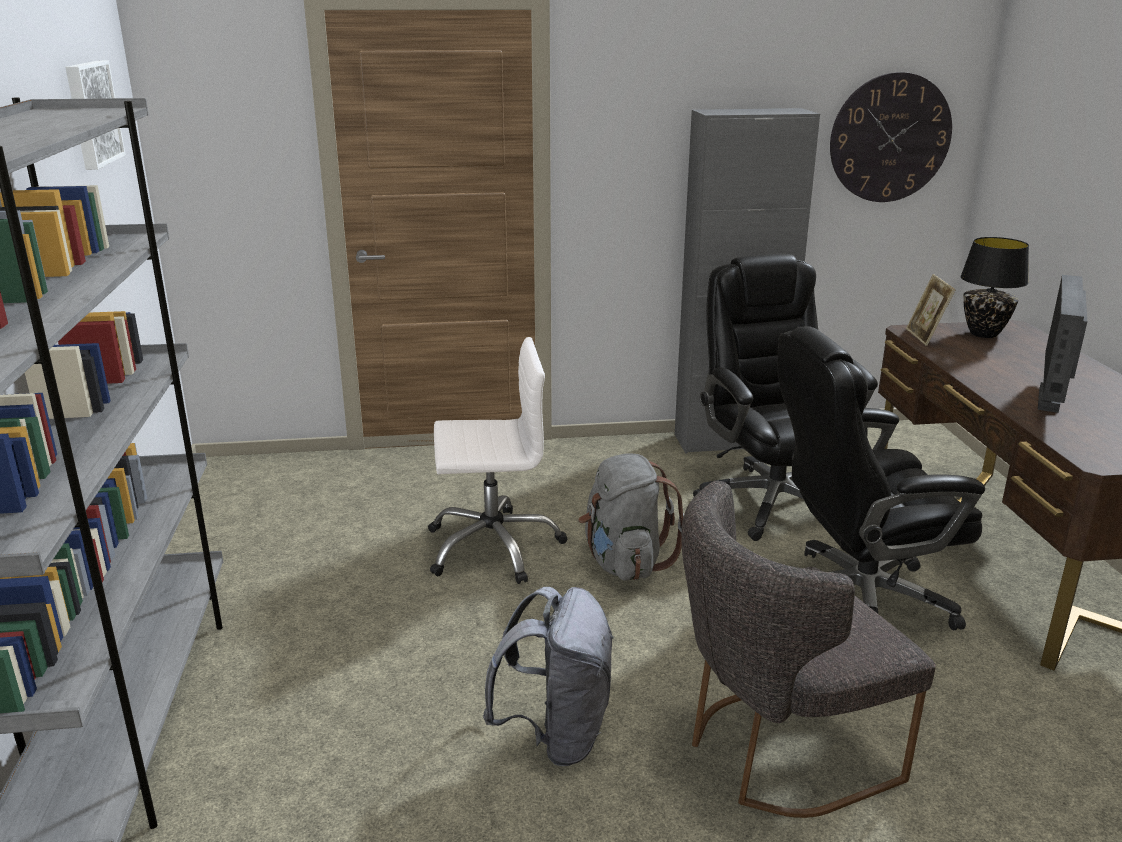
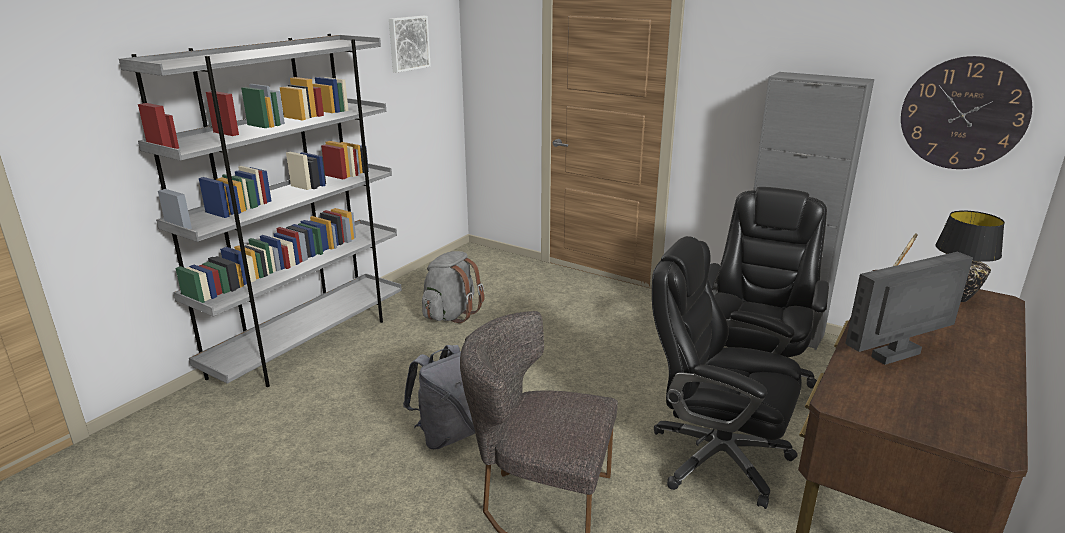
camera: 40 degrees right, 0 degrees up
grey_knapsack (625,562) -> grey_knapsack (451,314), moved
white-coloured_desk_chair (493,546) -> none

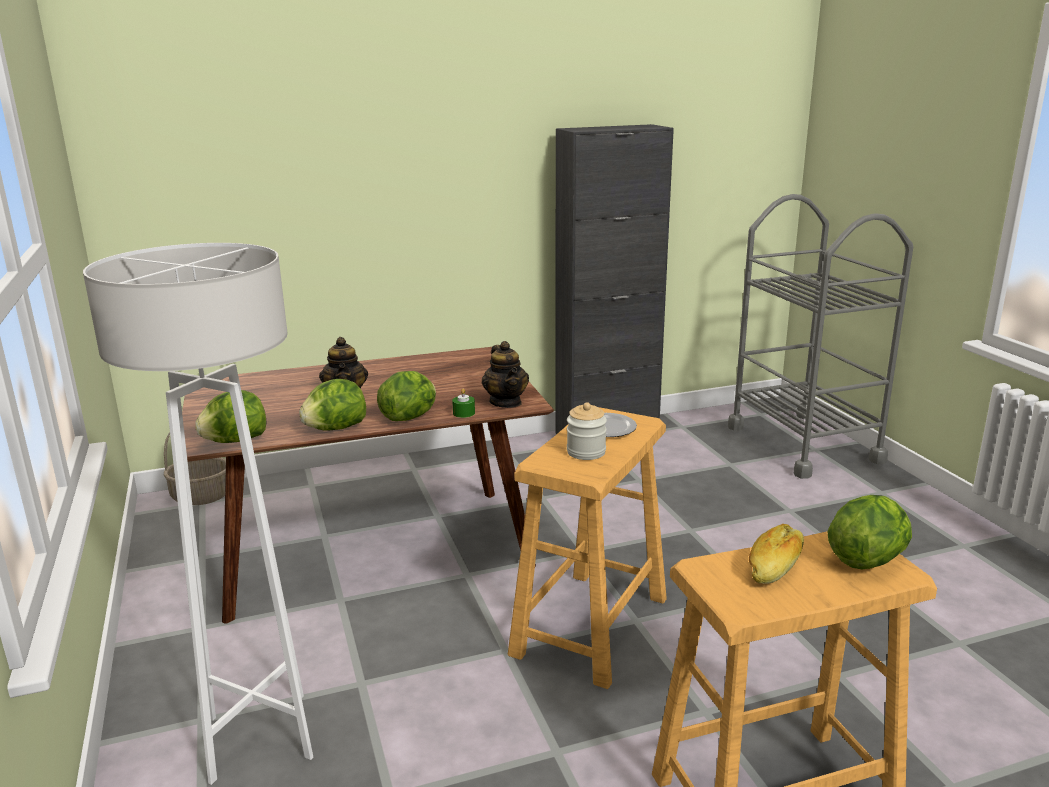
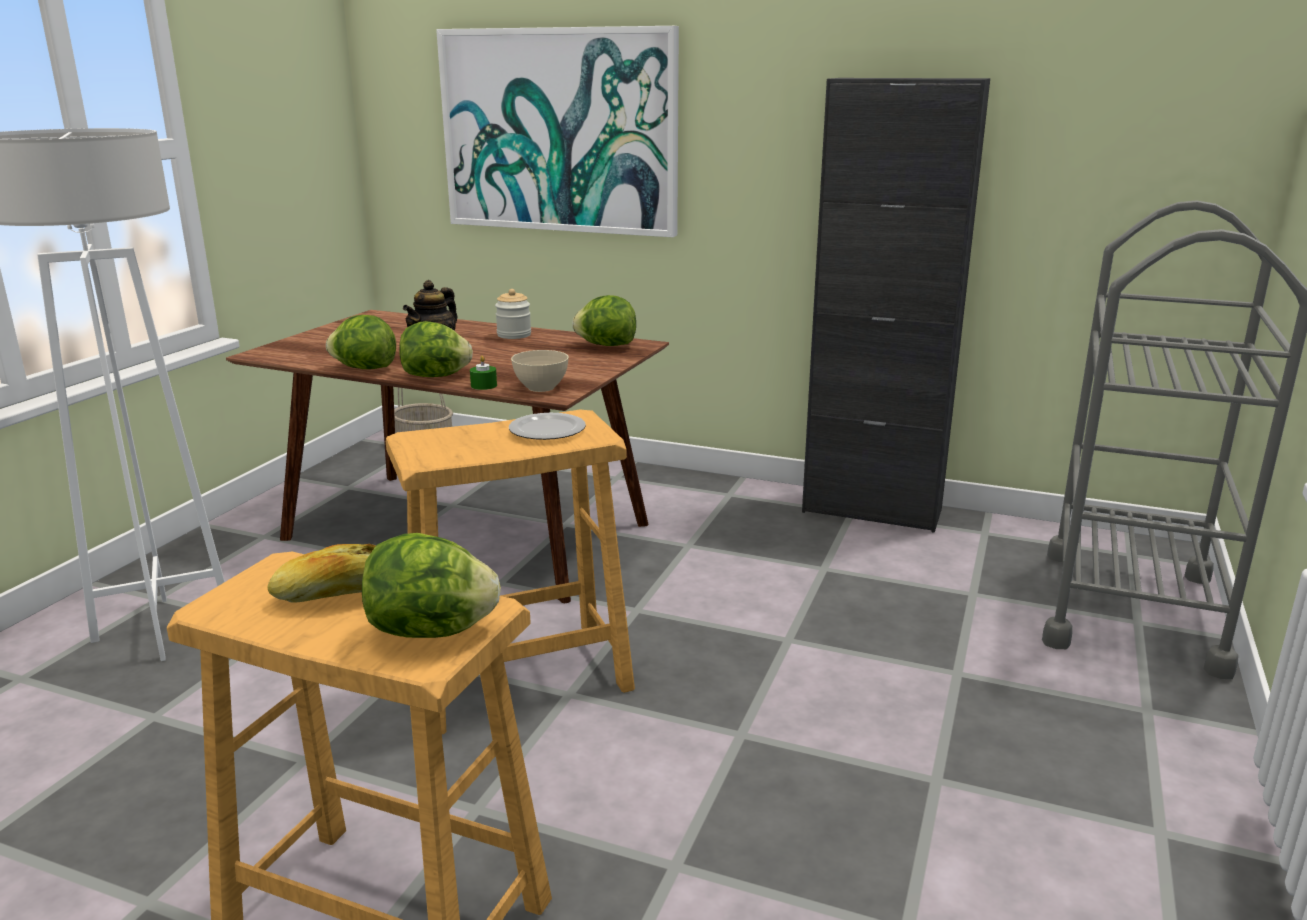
camera: 40 degrees right, 0 degrees up
none -> wall_picture (559,131)
storage_jar (586,452) -> storage_jar (514,335), moved
pot_for_tea (506,402) -> sand-coloured_bowl (541,388)
lettuce (235,441) -> lettuce (606,345), moved

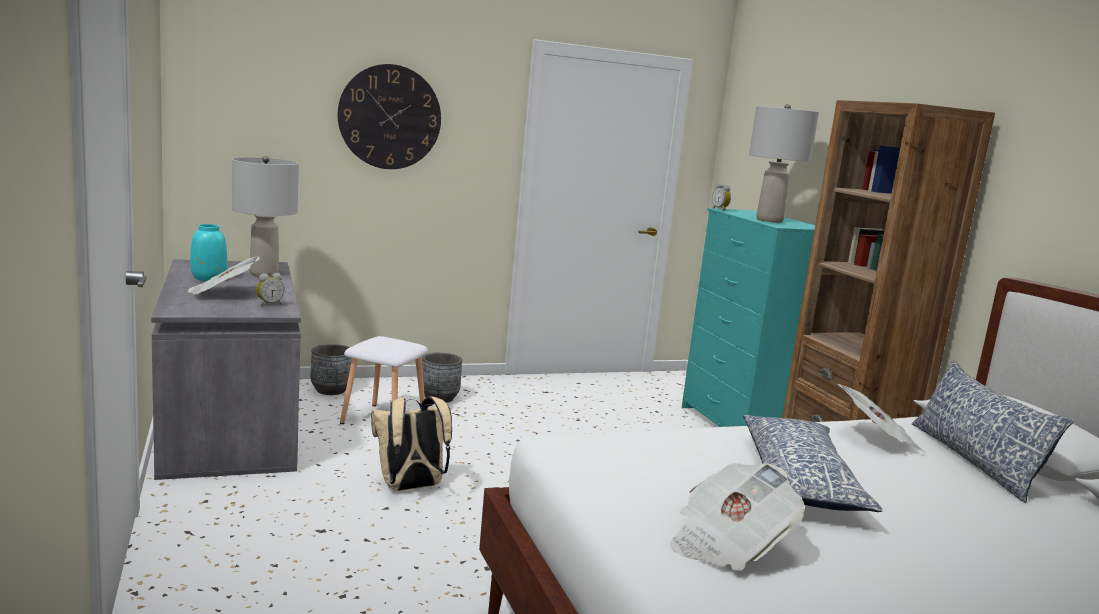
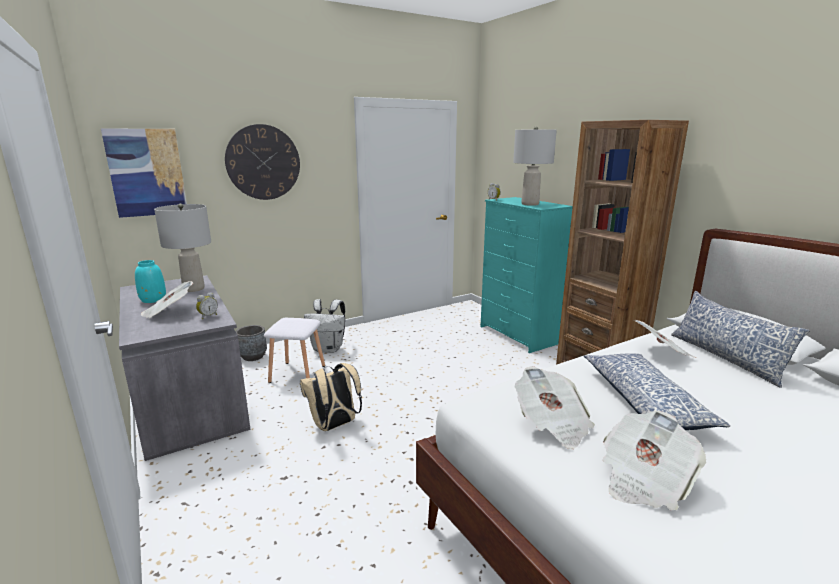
camera: 10 degrees left, 5 degrees up
none -> wall_picture (146,172)
grey_plant_pot (439,398) -> white-coloured_knapsack (328,349)
none -> printed_paper (552,424)

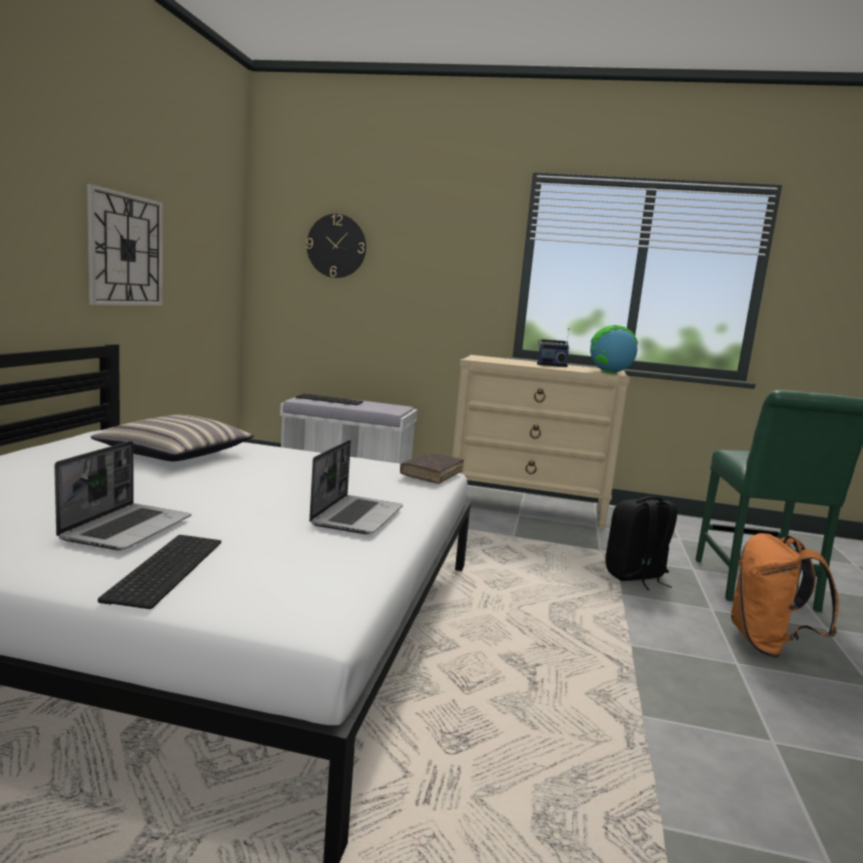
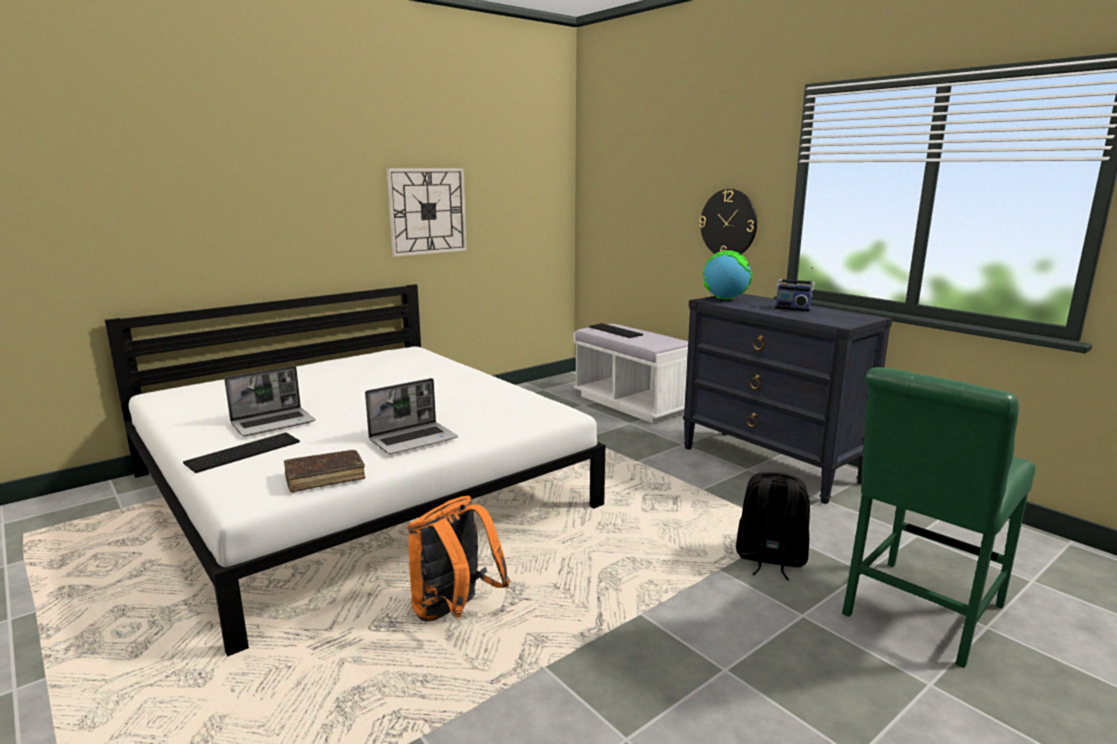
camera: 40 degrees right, 5 degrees up
brown-coloured_bound_book (432,474) -> brown-coloured_bound_book (325,477), moved
orange_knapsack (768,645) -> orange_knapsack (454,611), moved
sand-coloured_drawer_chest (528,508) -> blackish_drawer_chest (770,464)
hanging_clock (336,246) -> hanging_clock (728,223), moved
globe (609,373) -> globe (725,299), moved
pillow (176,453) -> none

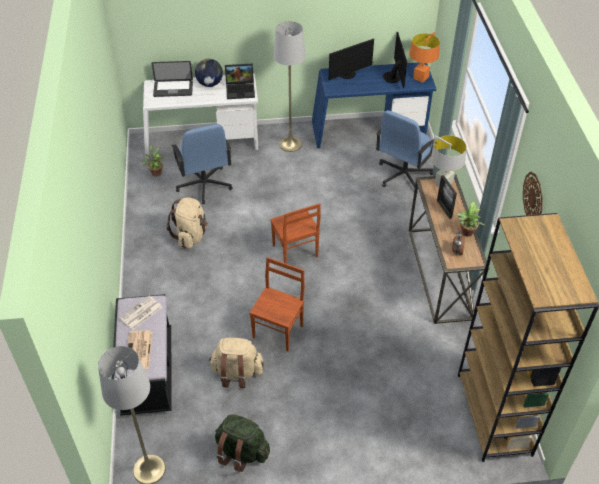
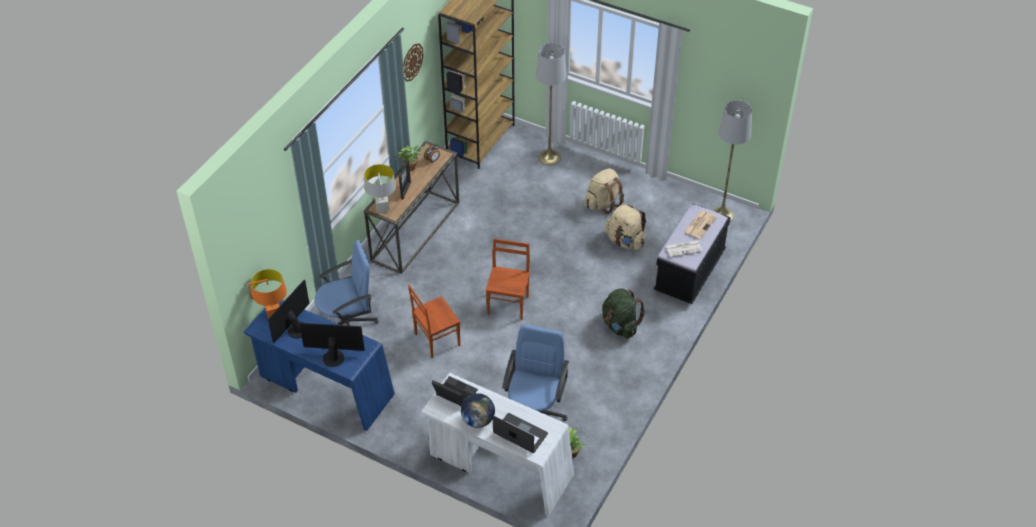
camera: 145 degrees left, 0 degrees up
brown-coloured_plain_chair (279,331) -> brown-coloured_plain_chair (436,340), moved
grey_standard_lamp (290,144) -> grey_standard_lamp (549,157), moved
sand-coloured_knapsack (191,235) -> sand-coloured_knapsack (603,203), moved
green-coloured_knapsack (242,452) -> green-coloured_knapsack (620,326), moved

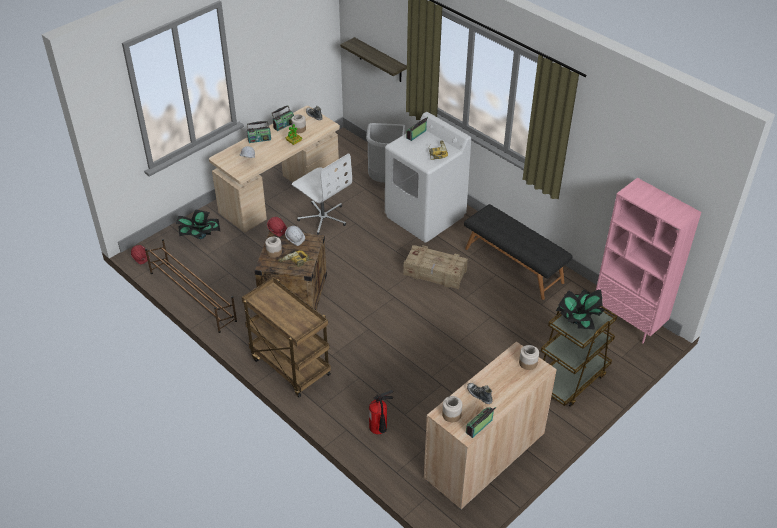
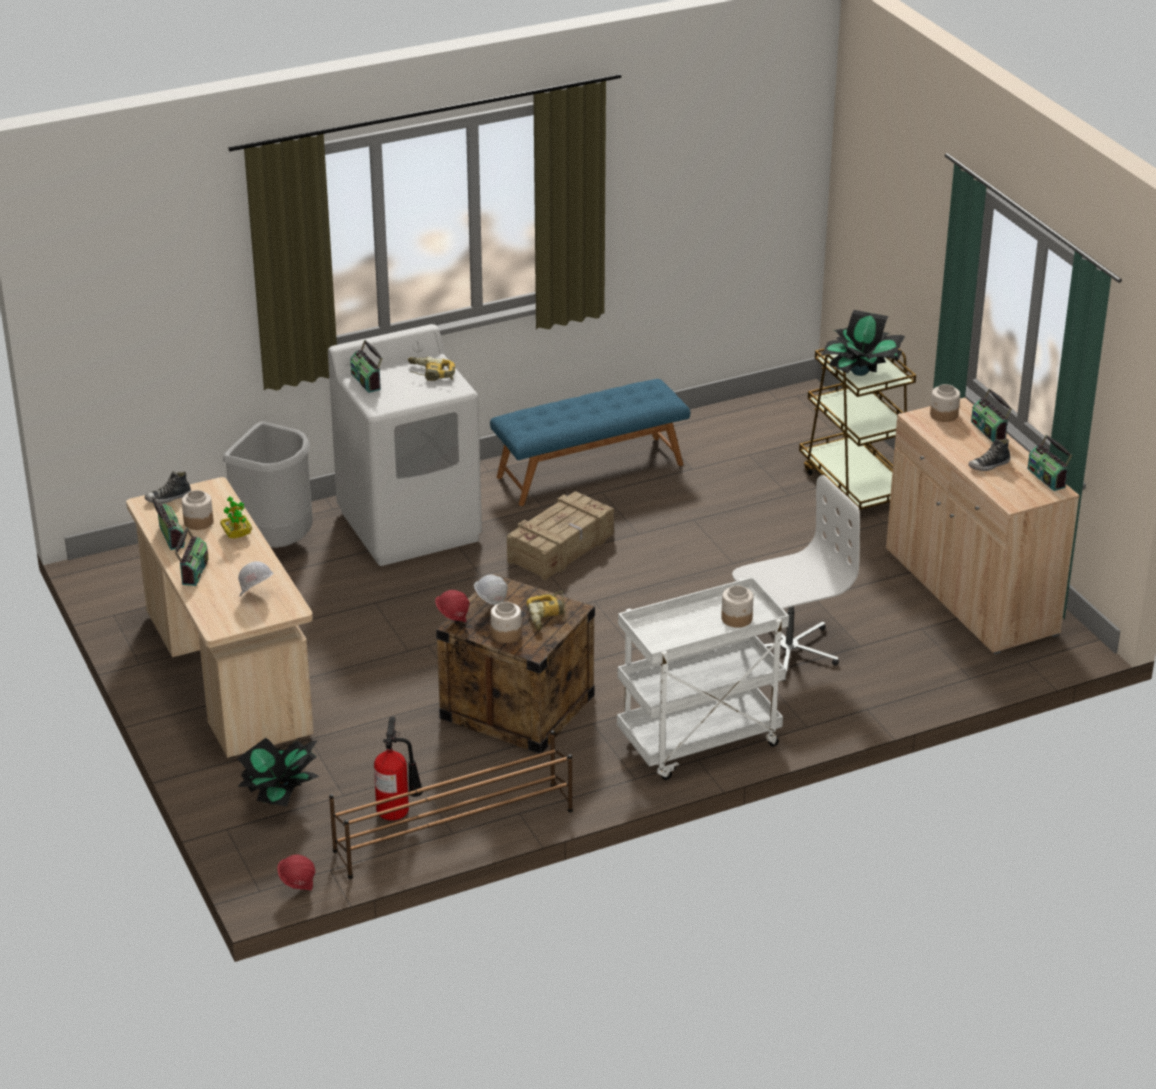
camera: 70 degrees left, 10 degrees down
extinguisher (380,431) -> extinguisher (398,813), moved
blackish_bench (514,265) -> blue-coloured_bench (590,470)
brown-coloured_cart (289,366) -> white-coloured_cart (699,743)
storage_jar (451,415) -> storage_jar (737,618), moved
white-coloured_desk_chair (323,217) -> white-coloured_desk_chair (787,649), moved
none -> radio (989,430)
bracket_shelf (380,60) -> none
pink_bookshelf (628,321) -> none

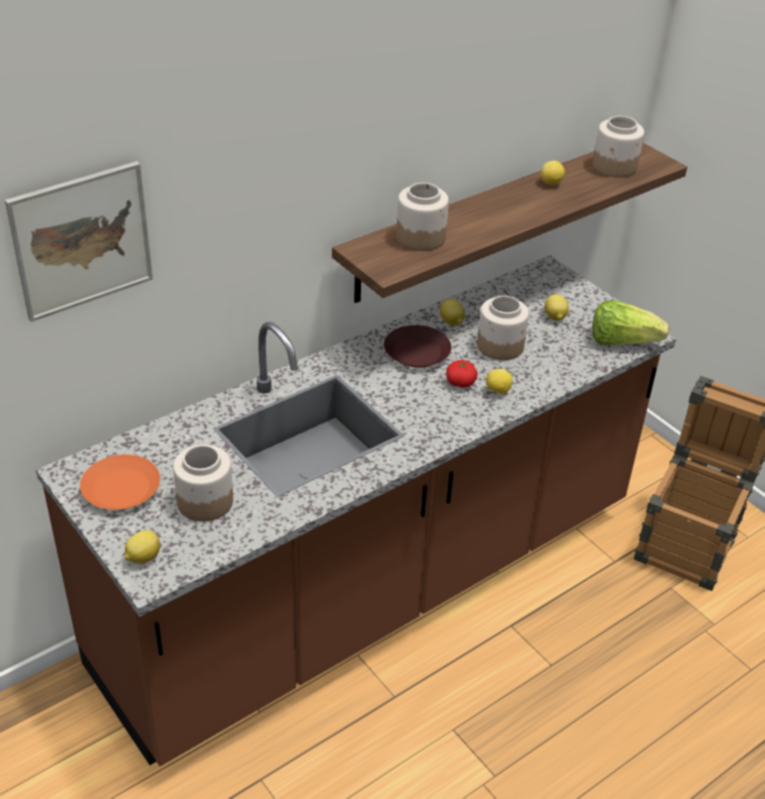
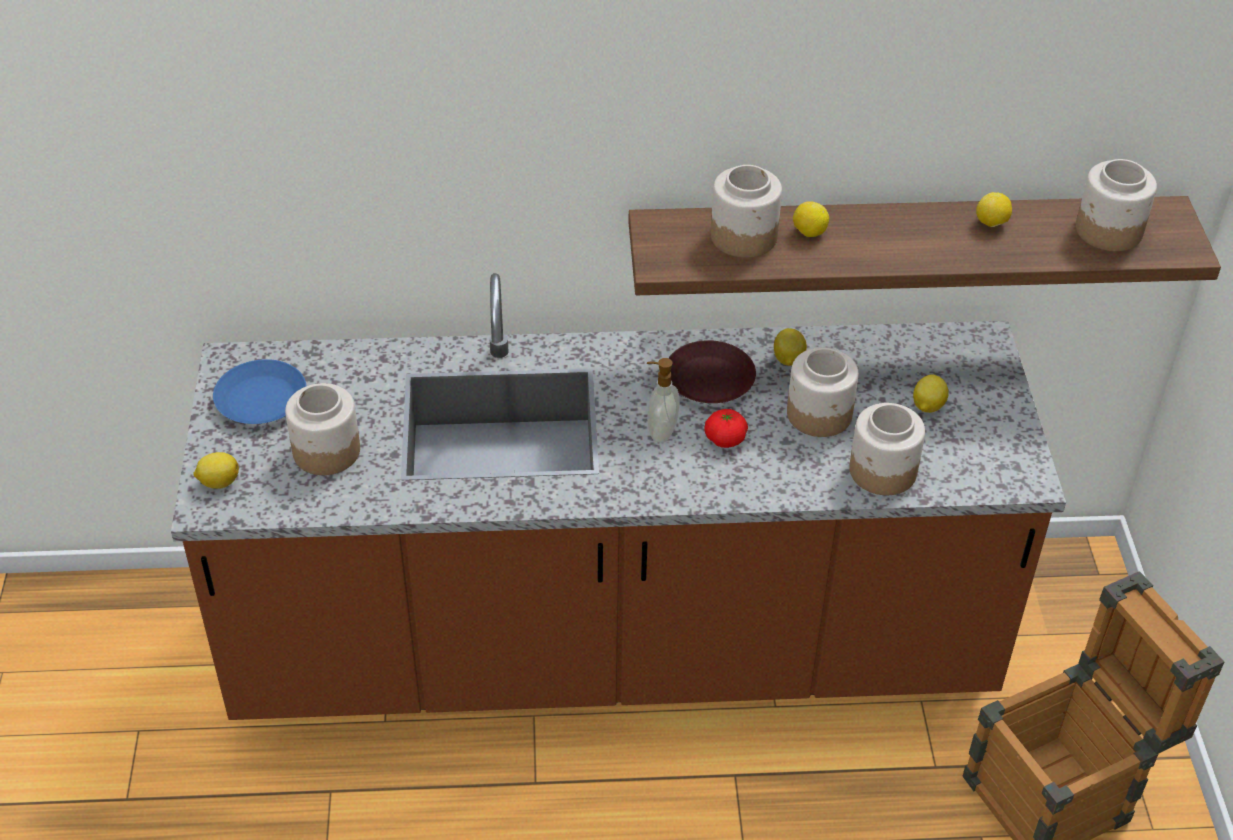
camera: 35 degrees right, 5 degrees up
orange_plate (120,488) -> blue-coloured_plate (261,399)
none -> soap_dispenser (660,431)
citrus_fruit (497,391) -> citrus_fruit (809,233), moved
none -> storage_jar (883,472)
wall_picture (82,240) -> none
lettuce (621,341) -> none

